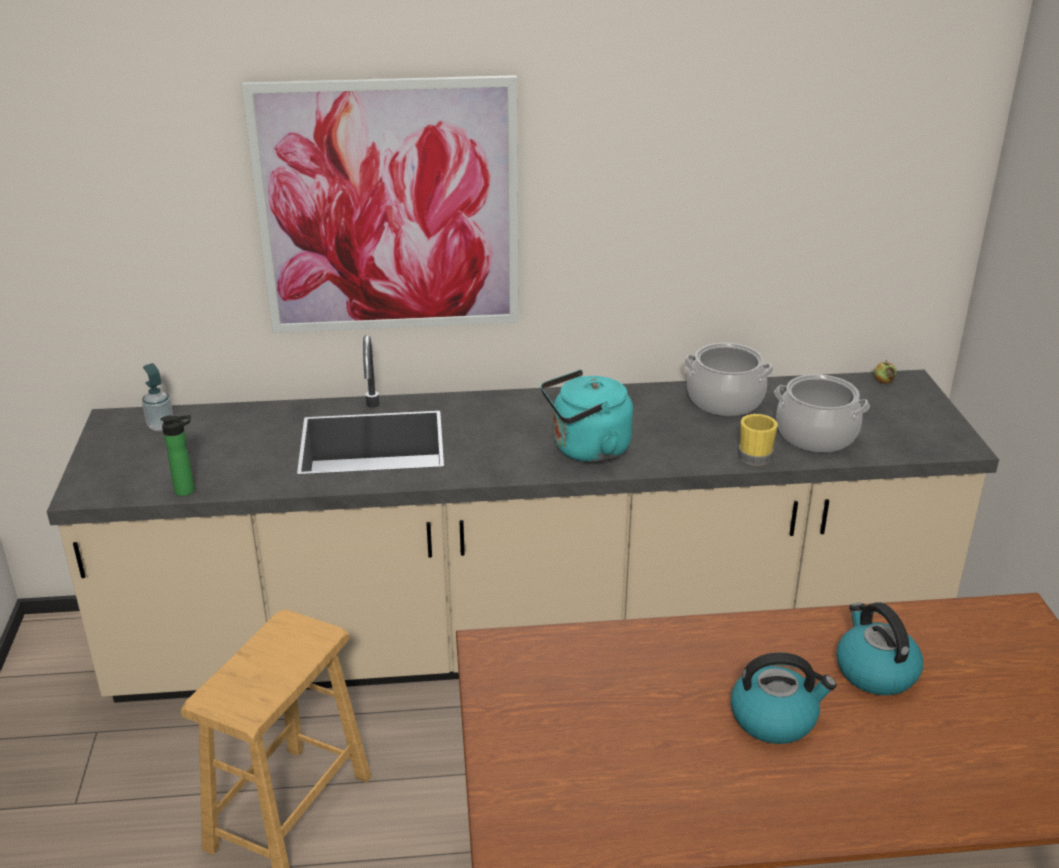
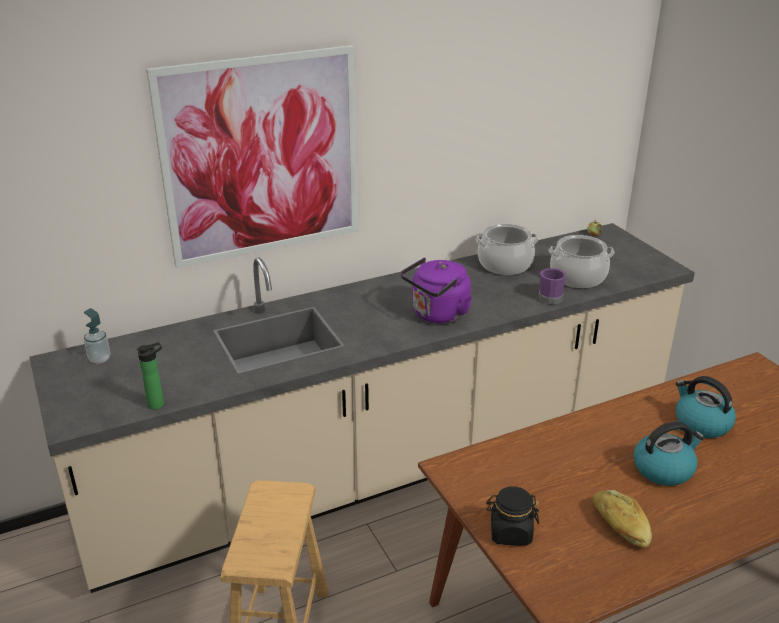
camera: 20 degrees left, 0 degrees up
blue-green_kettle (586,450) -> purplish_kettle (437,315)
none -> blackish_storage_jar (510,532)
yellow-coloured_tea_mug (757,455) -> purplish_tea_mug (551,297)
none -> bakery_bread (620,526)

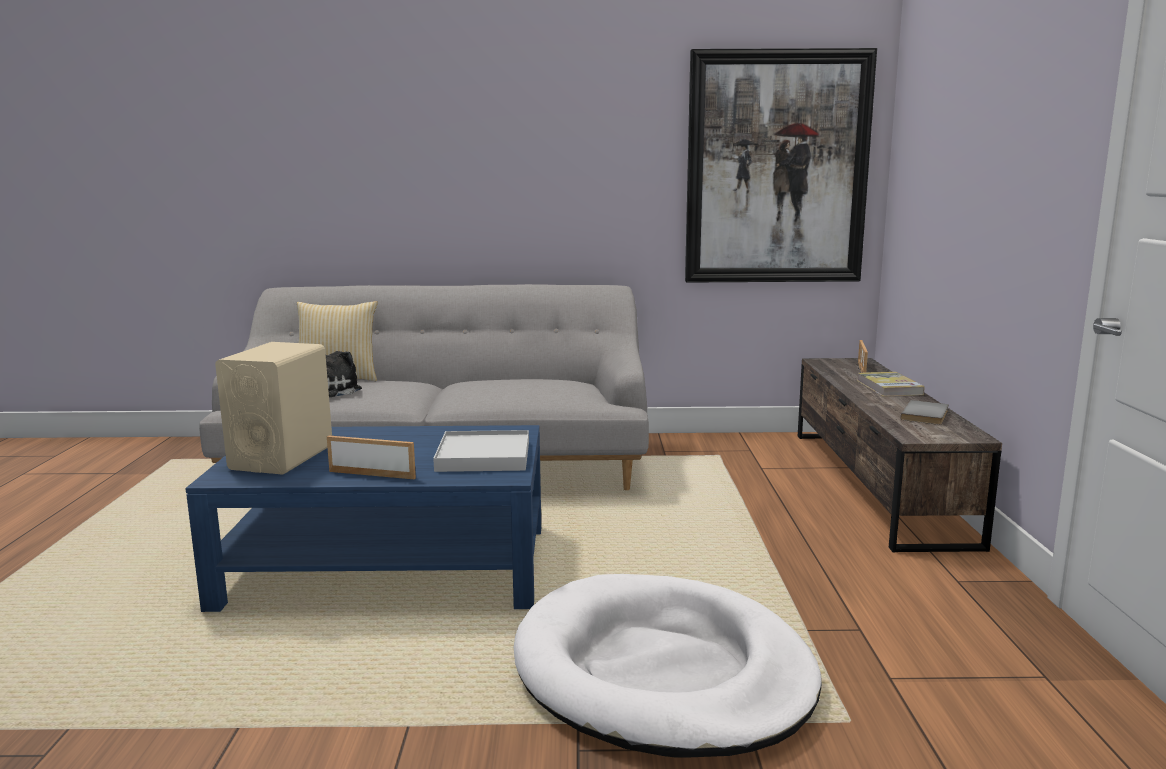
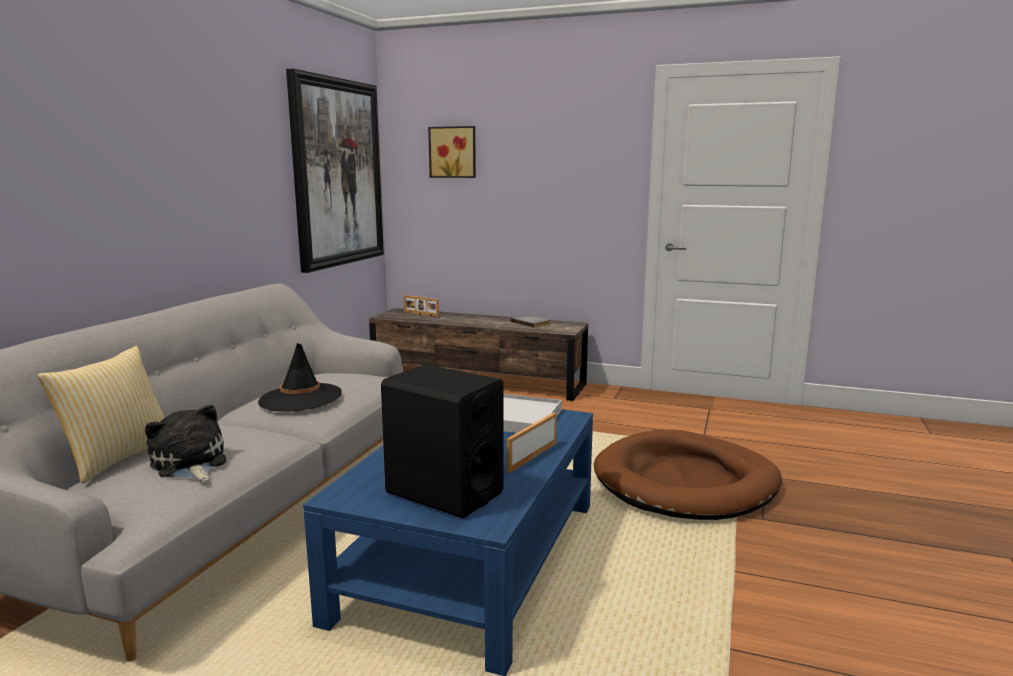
camera: 70 degrees left, 0 degrees up
none -> blackish_clothing_hat (300,398)
sand-coloured_speaker (282,457) -> blackish_speaker (444,492)
none -> wall_picture (453,152)
white-coloured_dog_cushion (662,672) -> brown-coloured_dog_cushion (686,482)
bound_book (889,387) -> none

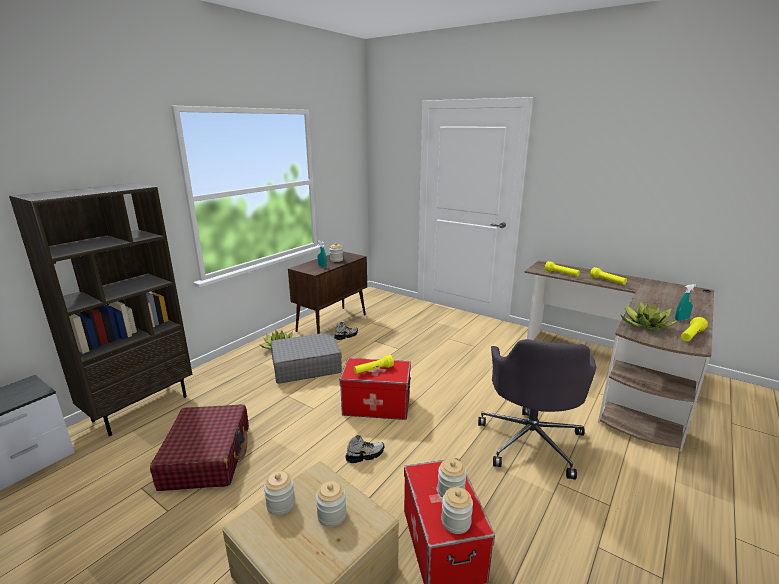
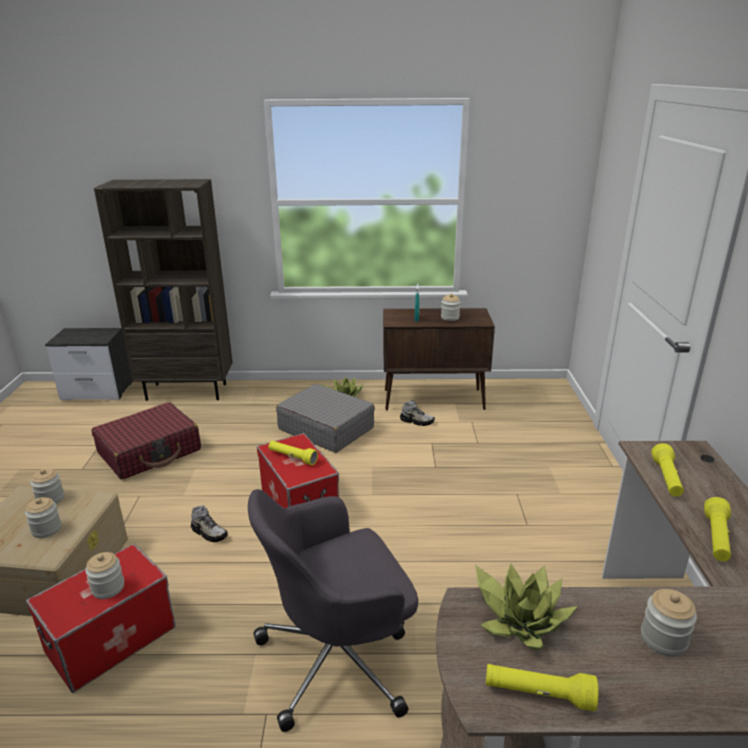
camera: 55 degrees right, 5 degrees up
storage_jar (456,522) -> storage_jar (663,639), moved
blue-green_sprayer (681,319) -> none

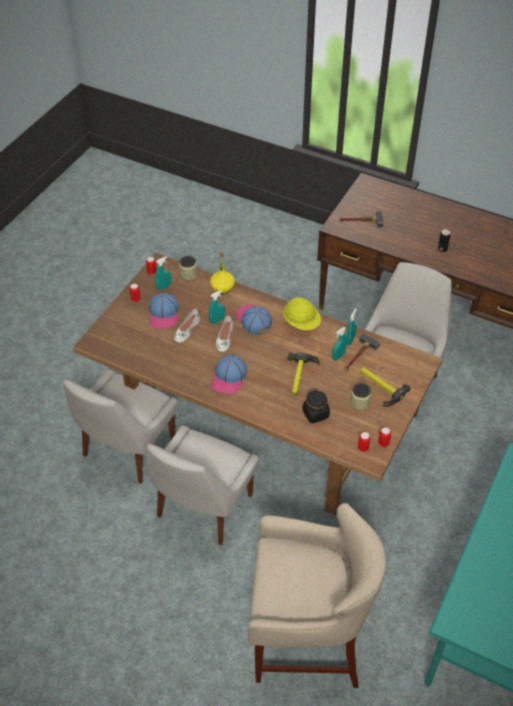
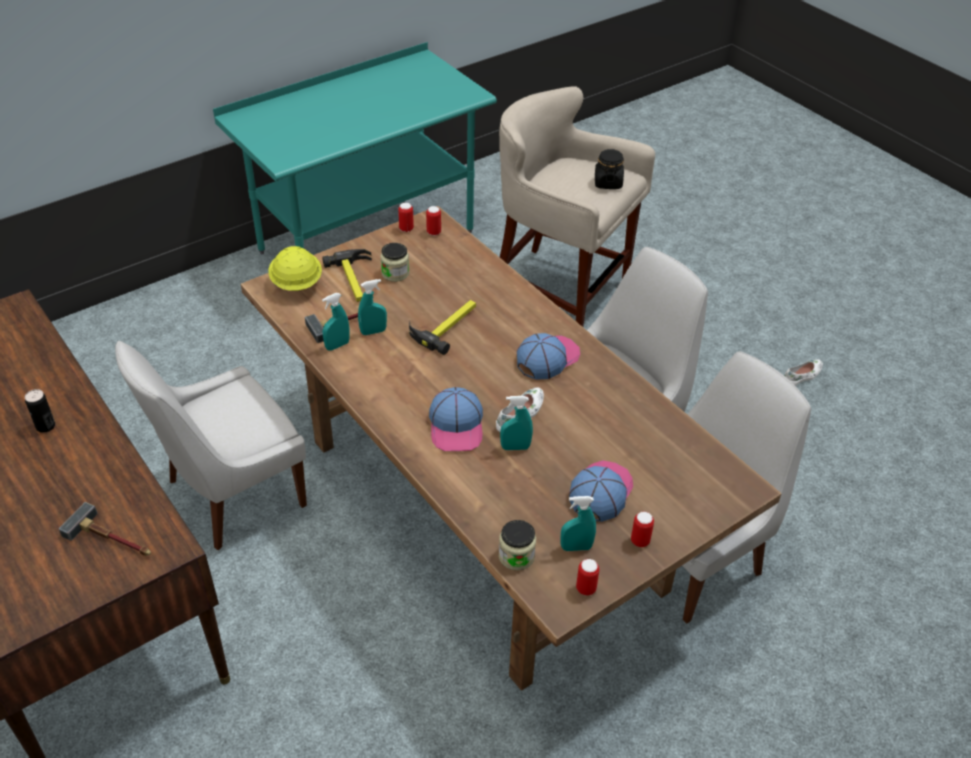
camera: 155 degrees left, 5 degrees down
yellow-coloured_hard_hat (301,323) -> yellow-coloured_hard_hat (296,283), moved
blackish_storage_jar (315,414) -> blackish_storage_jar (608,183), moved
white-coloured_item_of_footwear (186,330) -> white-coloured_item_of_footwear (802,376), moved
yellow-coloured_bottle (222,287) -> none

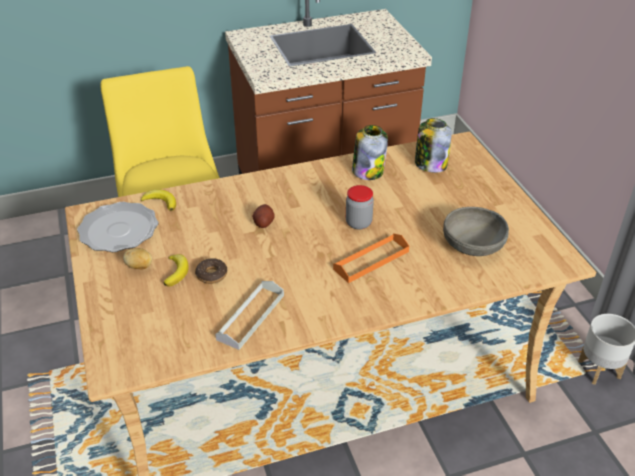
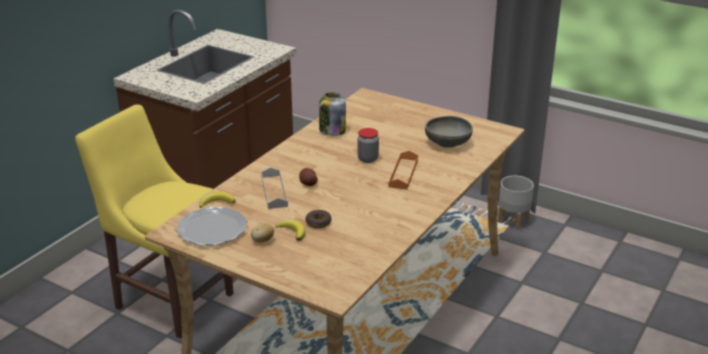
camera: 40 degrees left, 10 degrees down
grey_serving_tray (251,317) -> grey_serving_tray (274,191), moved
storage_jar (430,164) -> none

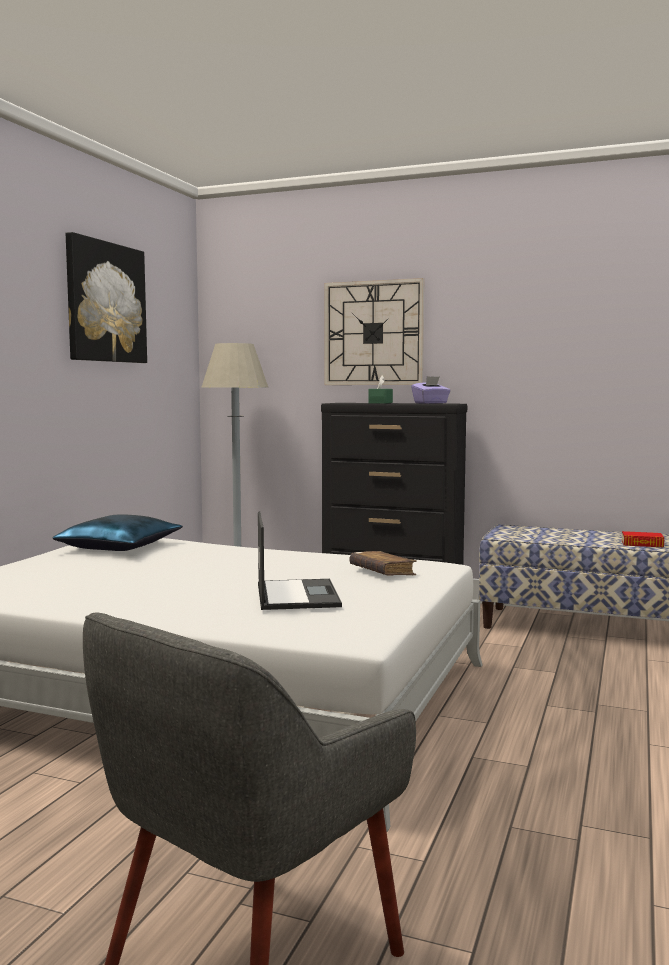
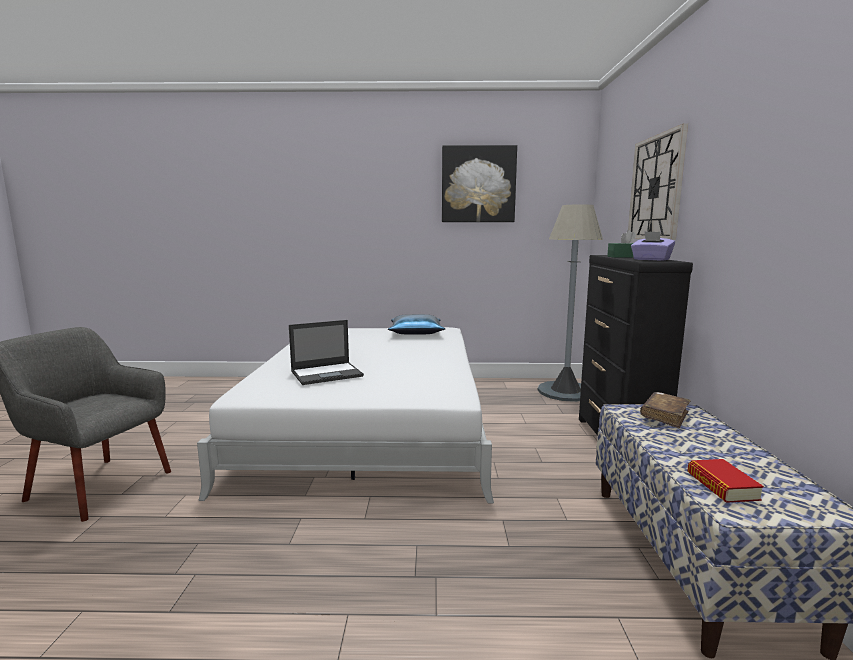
camera: 70 degrees right, 5 degrees up
brown-coloured_bound_book (382,572) -> brown-coloured_bound_book (664,416), moved

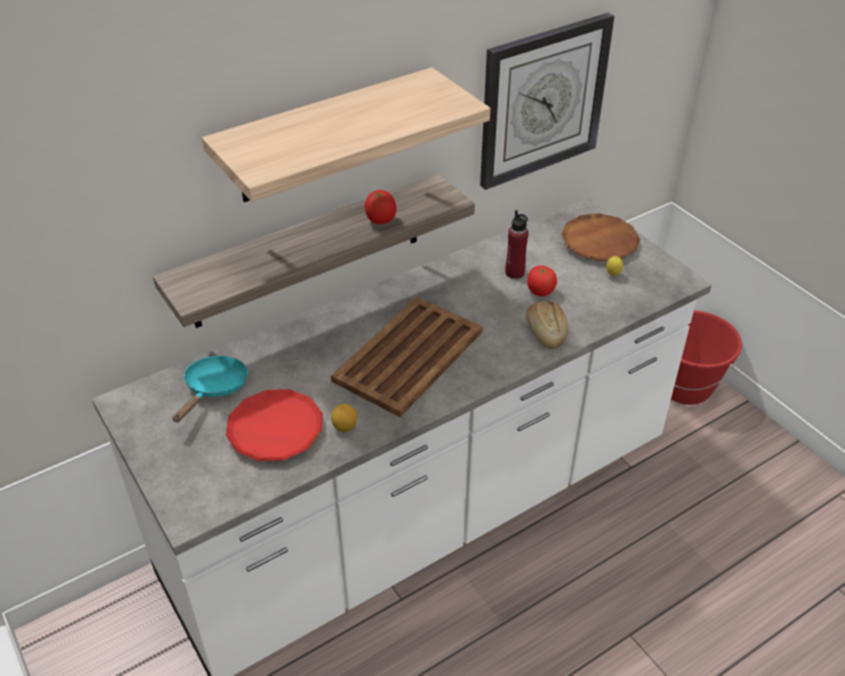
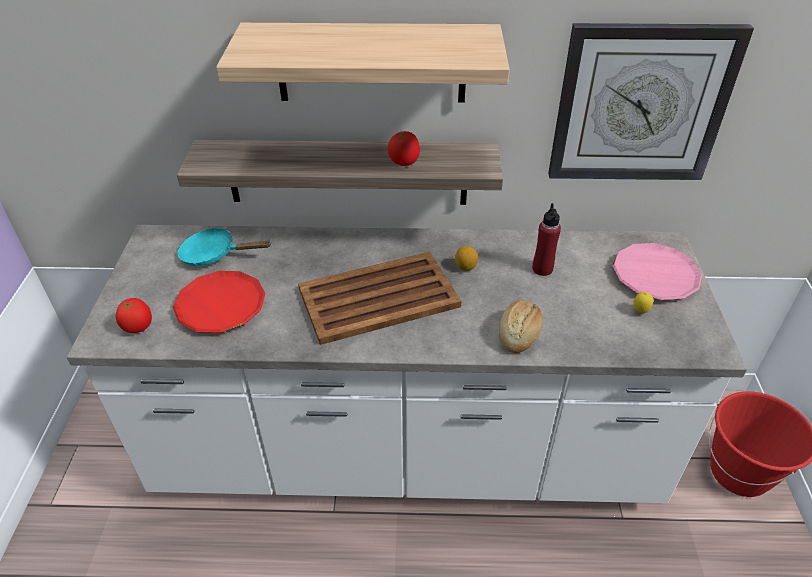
camera: 35 degrees right, 0 degrees up
fresh_tomato (540,292) -> fresh_tomato (138,327), moved
blue-green_pan (214,389) -> blue-green_pan (214,254), 135 degrees counterclockwise
citrus_fruit (344,427) -> citrus_fruit (465,267), moved
brown-coloured_plate (599,242) -> pink_plate (654,276)

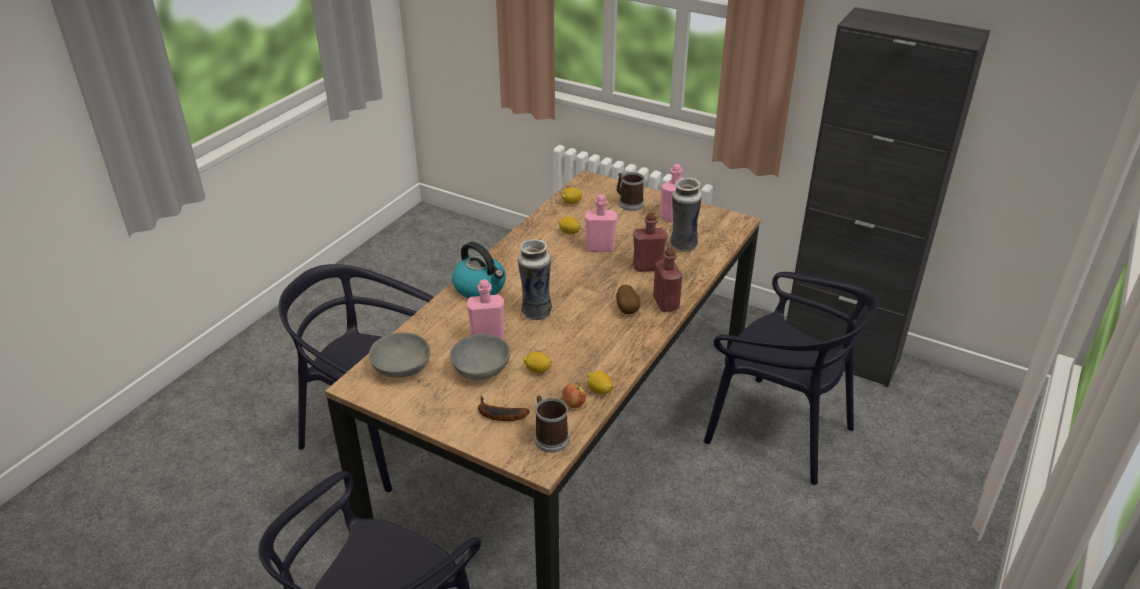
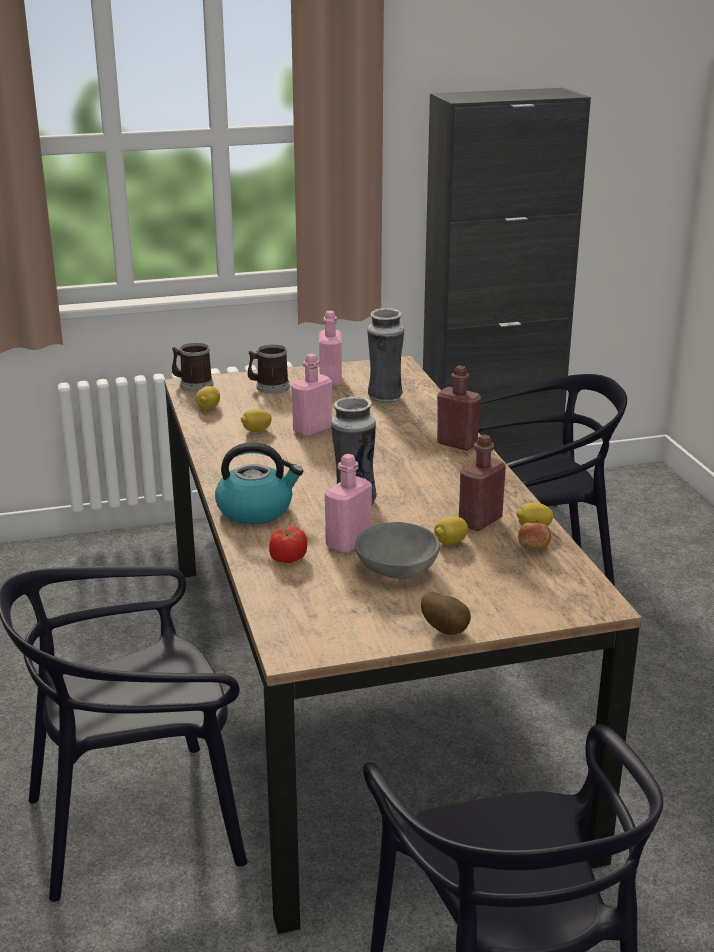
camera: 45 degrees left, 10 degrees down
tea_mug (549,437) -> tea_mug (193,385), moved
none -> fresh_tomato (287,558)
whole_potato (628,310) -> whole_potato (446,629), moved
reddish_bottle (648,267) -> reddish_bottle (480,521), moved
grey_bowl (401,368) -> none
whole_banana (498,415) -> none

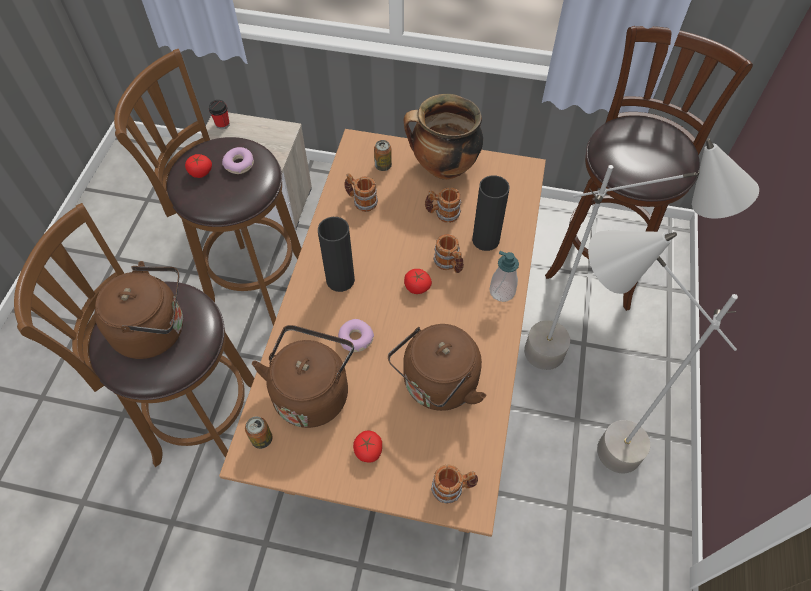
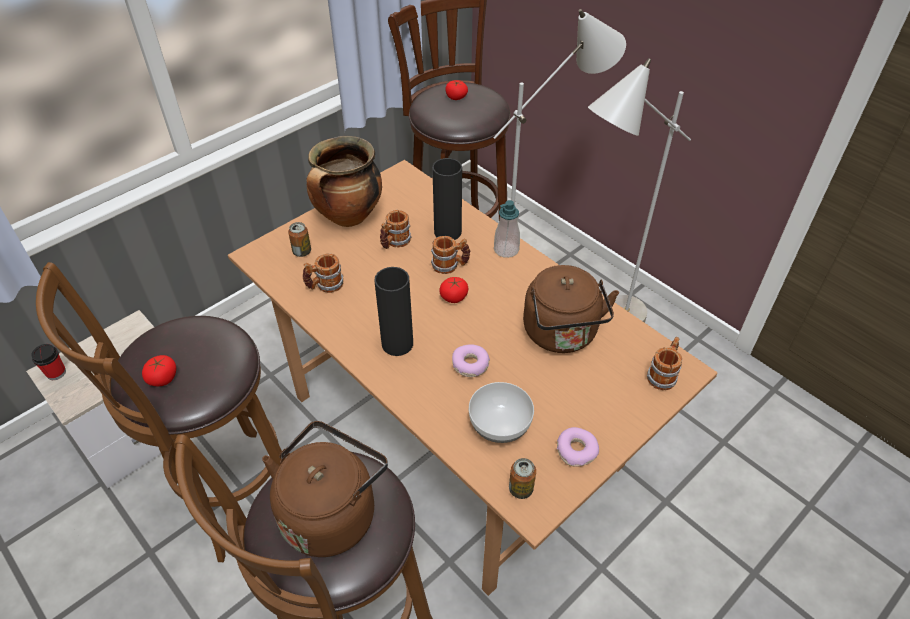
camera: 55 degrees left, 10 degrees down
fresh_tomato (368,450) -> fresh_tomato (456,97), moved
brown-coloured_kettle (312,391) -> bowl (500,424)
doughnut (239,164) -> doughnut (576,450), moved

